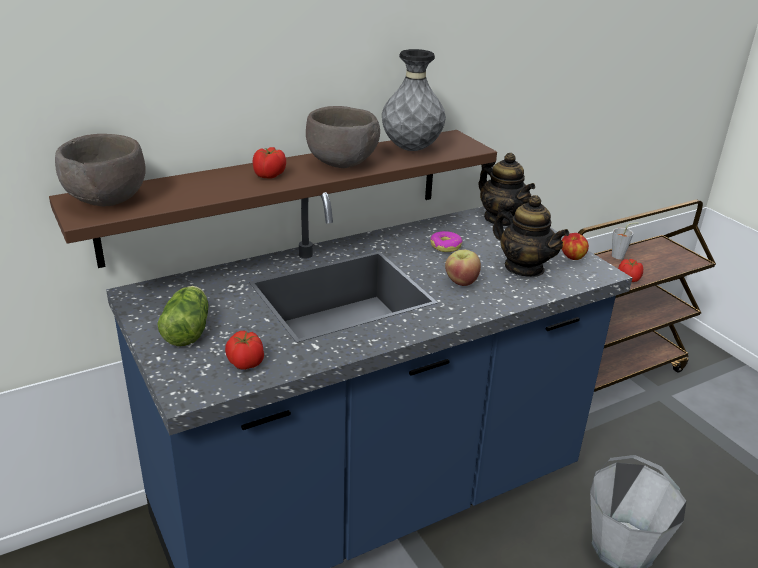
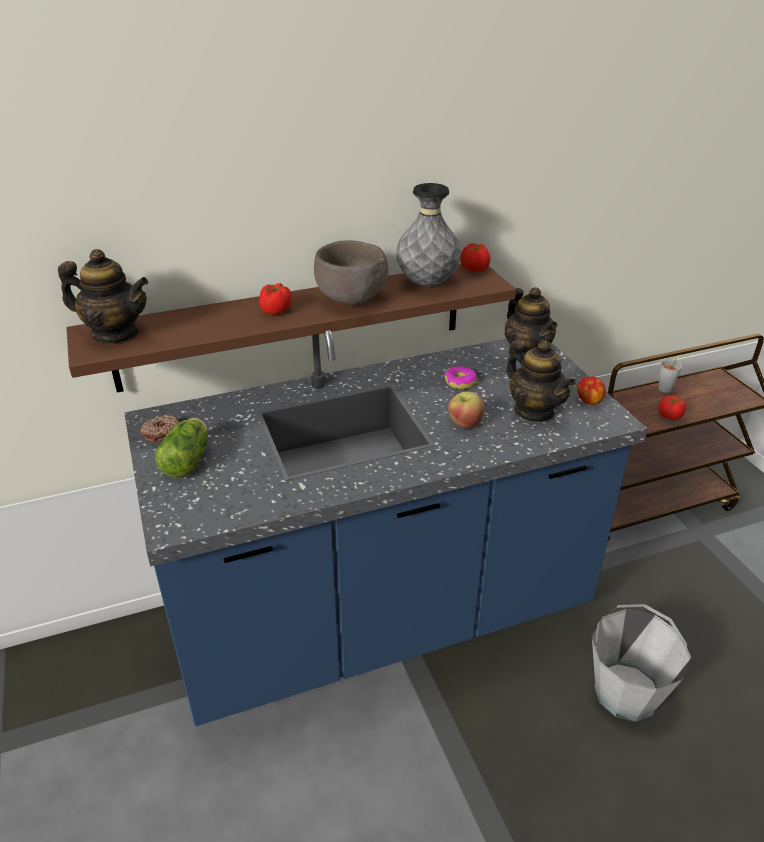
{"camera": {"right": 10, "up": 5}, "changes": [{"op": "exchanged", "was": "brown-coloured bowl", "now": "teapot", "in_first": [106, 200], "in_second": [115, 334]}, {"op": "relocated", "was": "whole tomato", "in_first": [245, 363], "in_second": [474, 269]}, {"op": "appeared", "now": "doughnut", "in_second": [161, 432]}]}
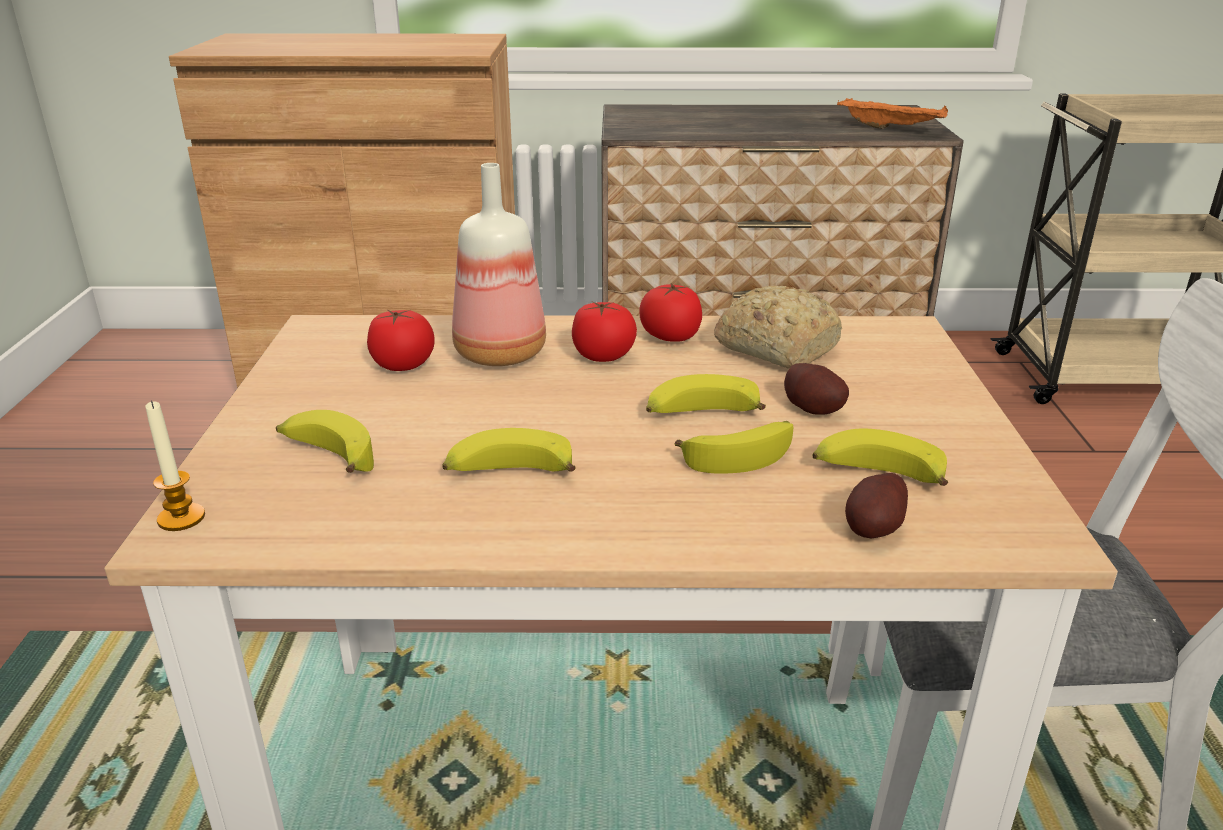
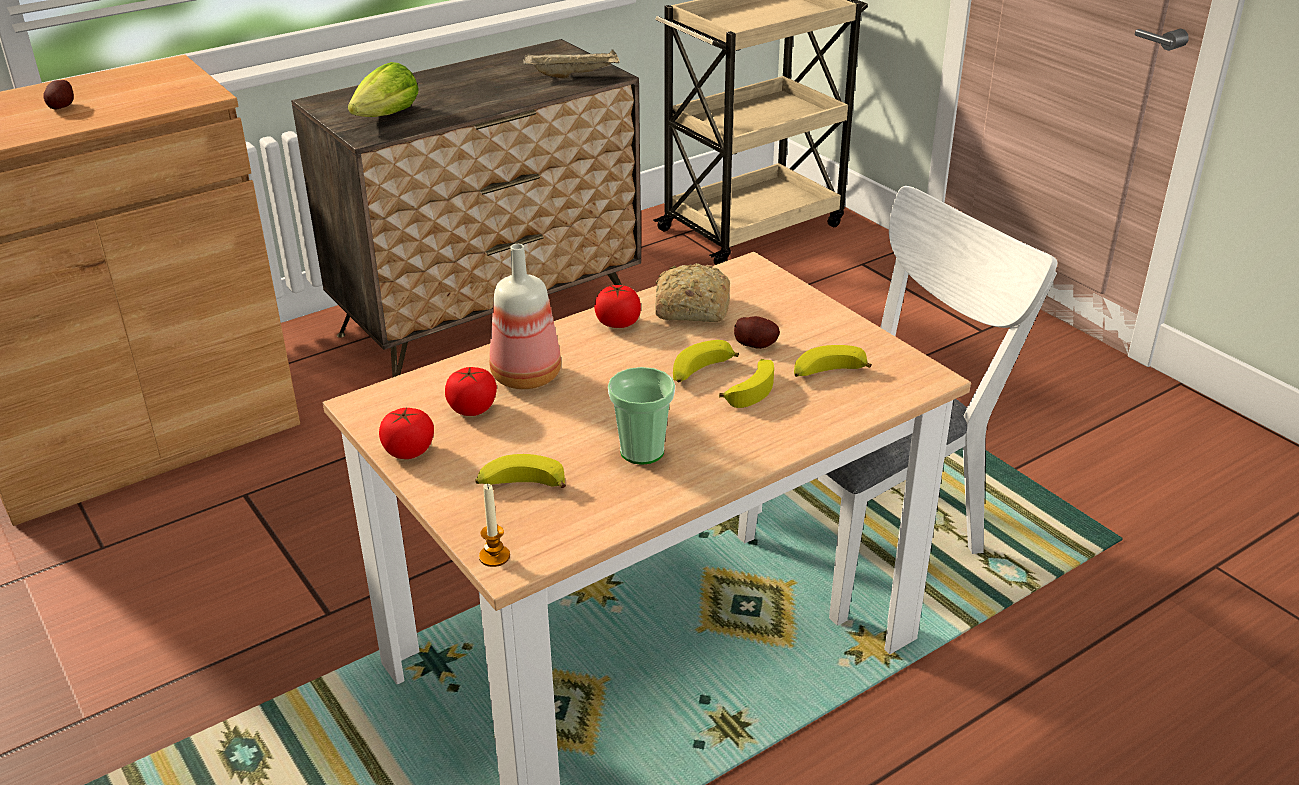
{"camera": {"right": -35, "up": 5}, "changes": [{"op": "colour", "was": "orange-coloured carrying tray", "now": "sand-coloured carrying tray", "in_first": [892, 128], "in_second": [574, 75]}, {"op": "relocated", "was": "whole tomato", "in_first": [603, 355], "in_second": [409, 451]}, {"op": "exchanged", "was": "whole banana", "now": "cup", "in_first": [508, 473], "in_second": [642, 451]}, {"op": "relocated", "was": "potato", "in_first": [873, 529], "in_second": [62, 107]}, {"op": "appeared", "now": "lettuce head", "in_second": [387, 116]}]}
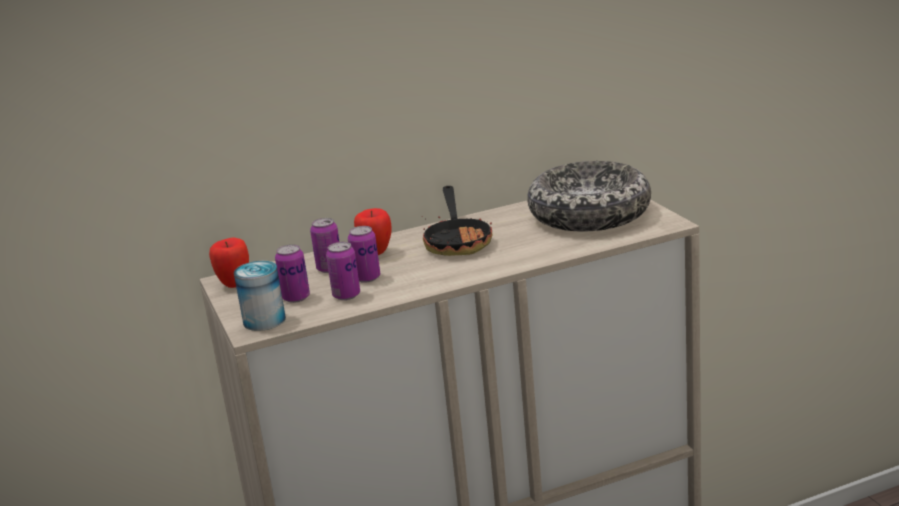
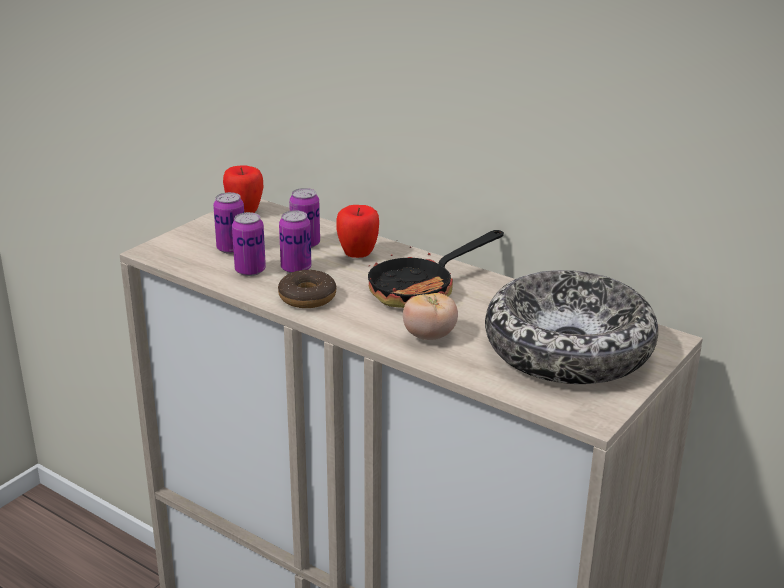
{"camera": {"right": 55, "up": 5}, "changes": [{"op": "missing", "was": "metal can", "in_first": [264, 320]}, {"op": "appeared", "now": "doughnut", "in_second": [307, 297]}, {"op": "appeared", "now": "whole tomato", "in_second": [429, 336]}]}
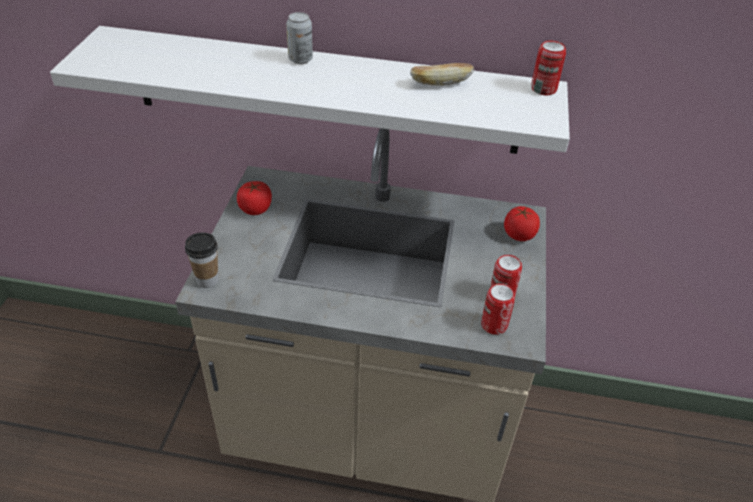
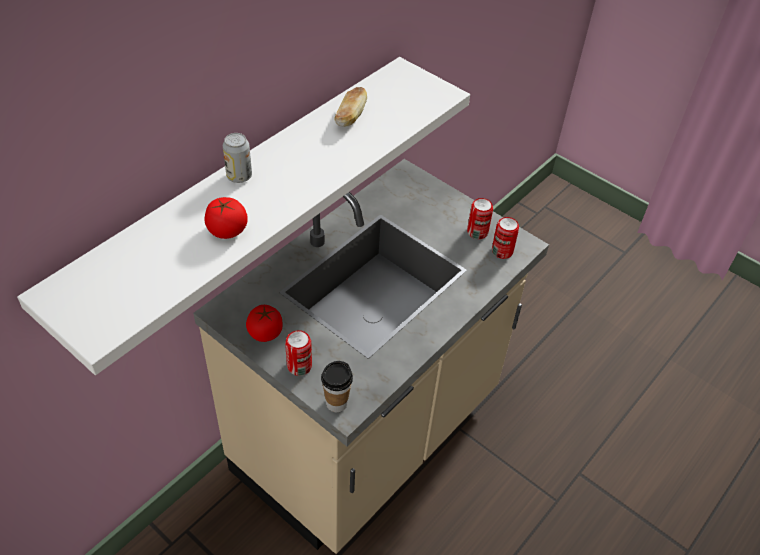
{"camera": {"right": -60, "up": 5}, "changes": [{"op": "relocated", "was": "metal can", "in_first": [543, 89], "in_second": [299, 366]}, {"op": "relocated", "was": "whole tomato", "in_first": [519, 235], "in_second": [227, 230]}]}
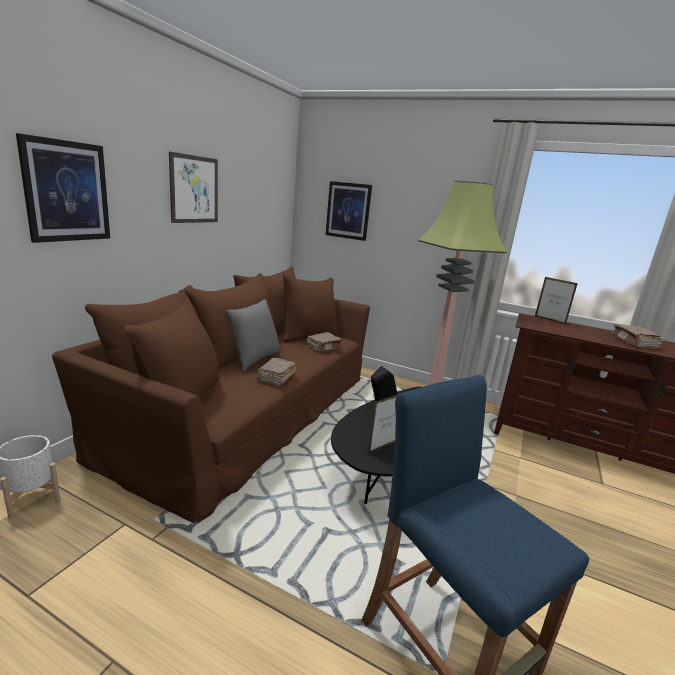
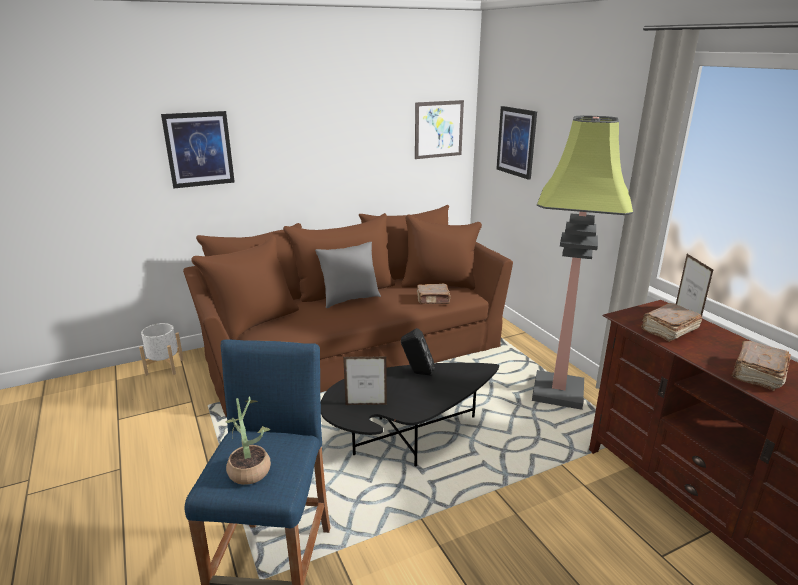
{"camera": {"right": 40, "up": 5}, "changes": [{"op": "relocated", "was": "wall picture", "in_first": [194, 189], "in_second": [438, 129]}, {"op": "relocated", "was": "brown-coloured book", "in_first": [276, 378], "in_second": [668, 330]}, {"op": "appeared", "now": "plant in a pot", "in_second": [249, 468]}]}
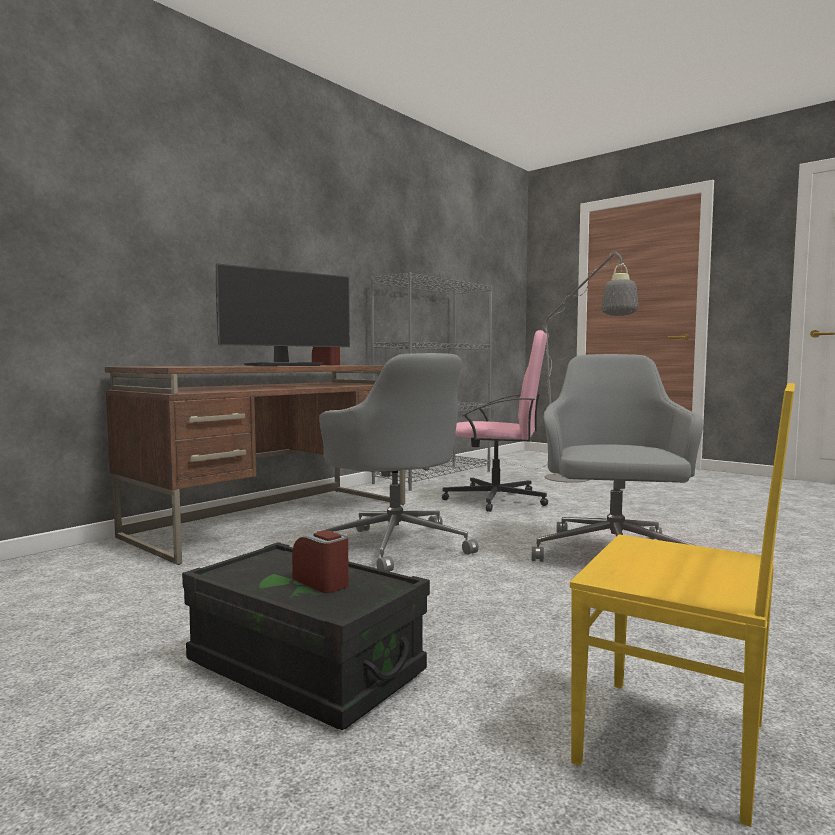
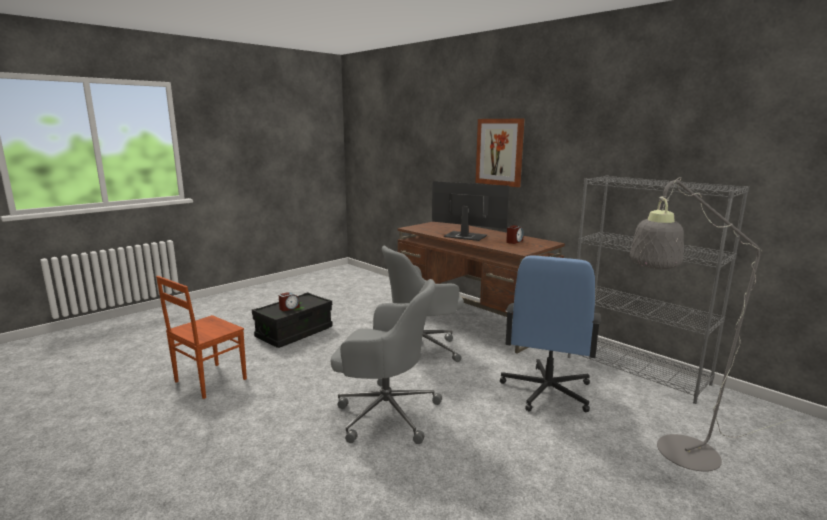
{"camera": {"right": 95, "up": 10}, "changes": [{"op": "spun", "was": "computer screen", "in_first": [285, 365], "in_second": [464, 236], "clockwise": 150}, {"op": "colour", "was": "pink desk chair", "now": "blue desk chair", "in_first": [497, 499], "in_second": [546, 391]}, {"op": "colour", "was": "yellow chair", "now": "brown-coloured chair", "in_first": [675, 745], "in_second": [209, 380]}, {"op": "appeared", "now": "wall picture", "in_second": [499, 152]}]}
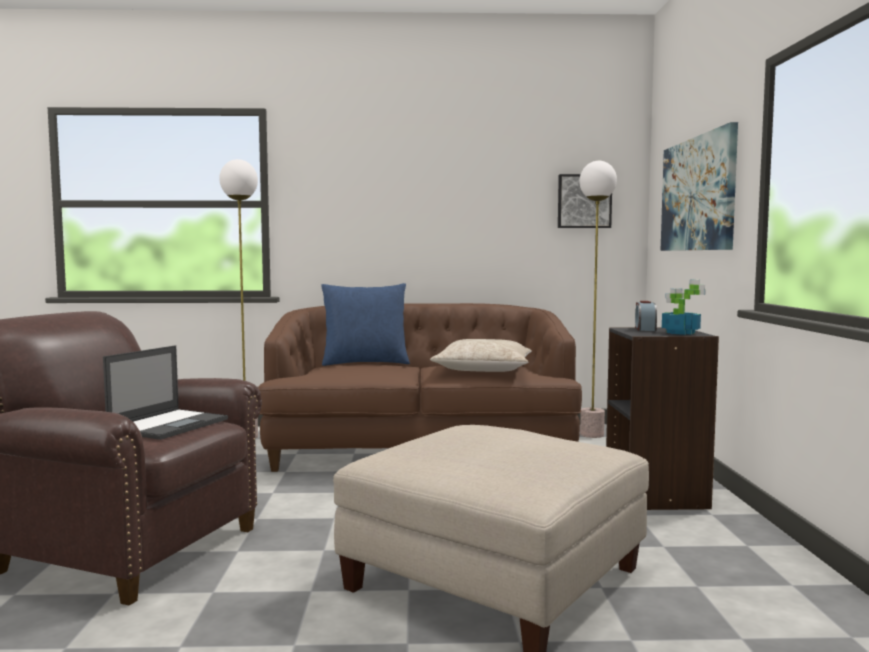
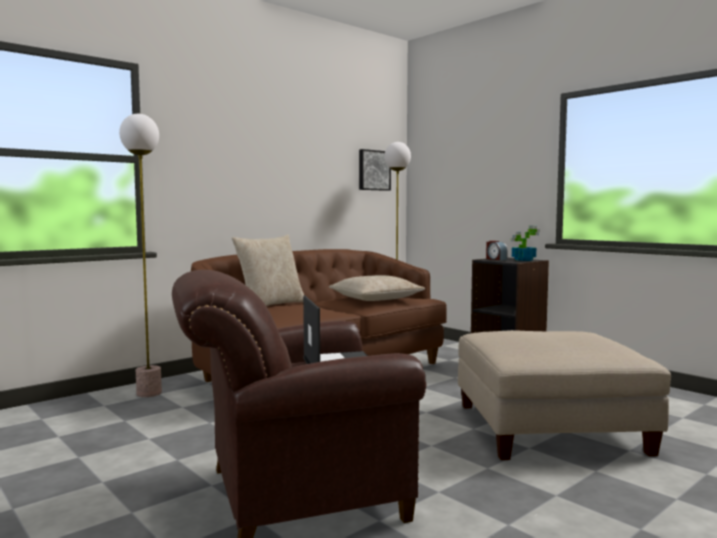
{"camera": {"right": -40, "up": 0}, "changes": [{"op": "missing", "was": "wall picture", "in_first": [697, 194]}, {"op": "colour", "was": "blue cushion", "now": "sand-coloured cushion", "in_first": [365, 363], "in_second": [270, 305]}]}
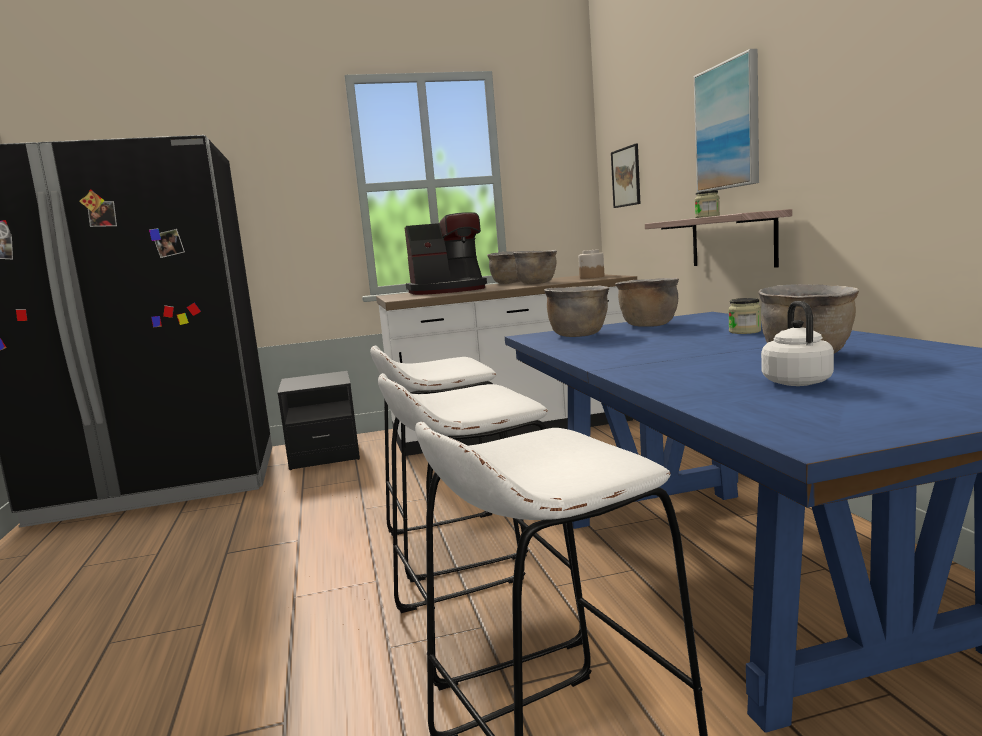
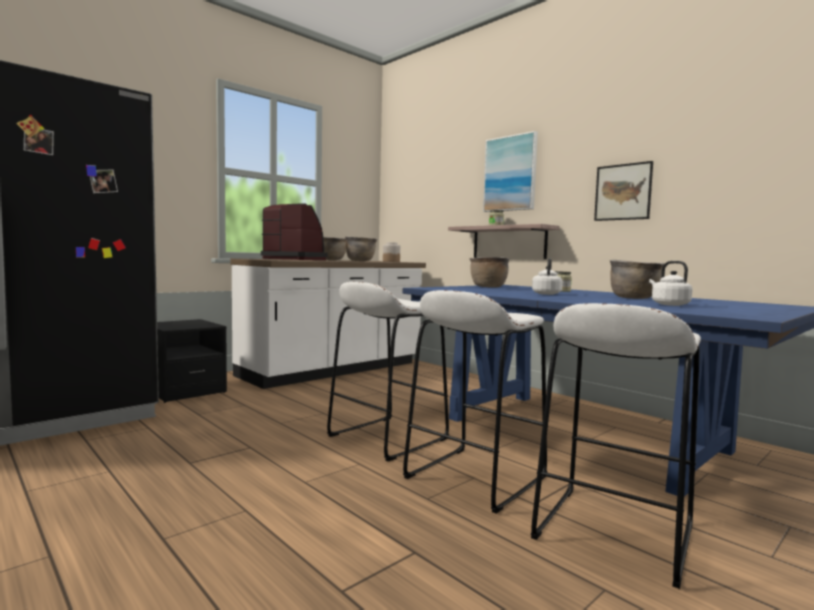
{"camera": {"right": -30, "up": -5}, "changes": [{"op": "relocated", "was": "wall picture", "in_first": [626, 177], "in_second": [623, 192]}, {"op": "spun", "was": "coffee maker", "in_first": [448, 290], "in_second": [296, 259], "clockwise": -105}, {"op": "missing", "was": "brown-coloured saucepot", "in_first": [578, 335]}, {"op": "appeared", "now": "white water kettle", "in_second": [546, 294]}]}
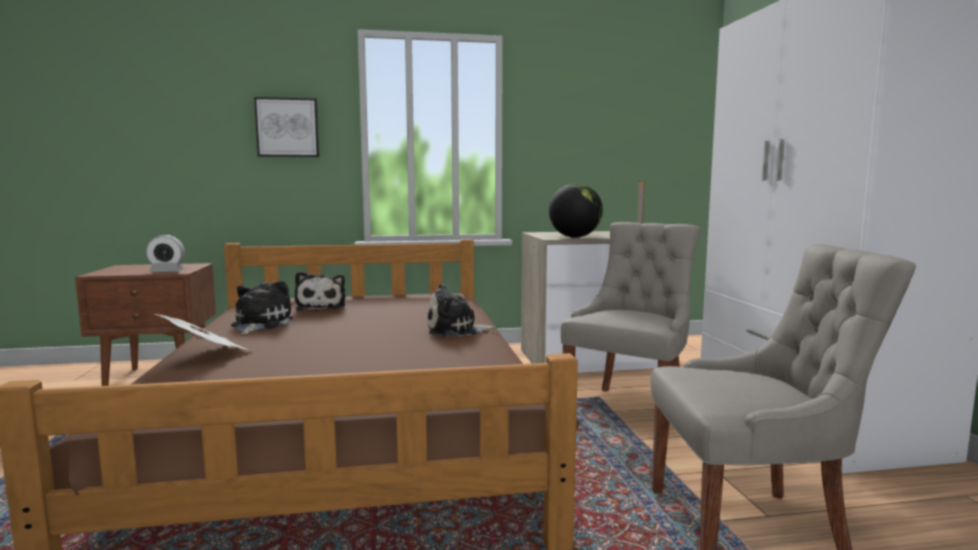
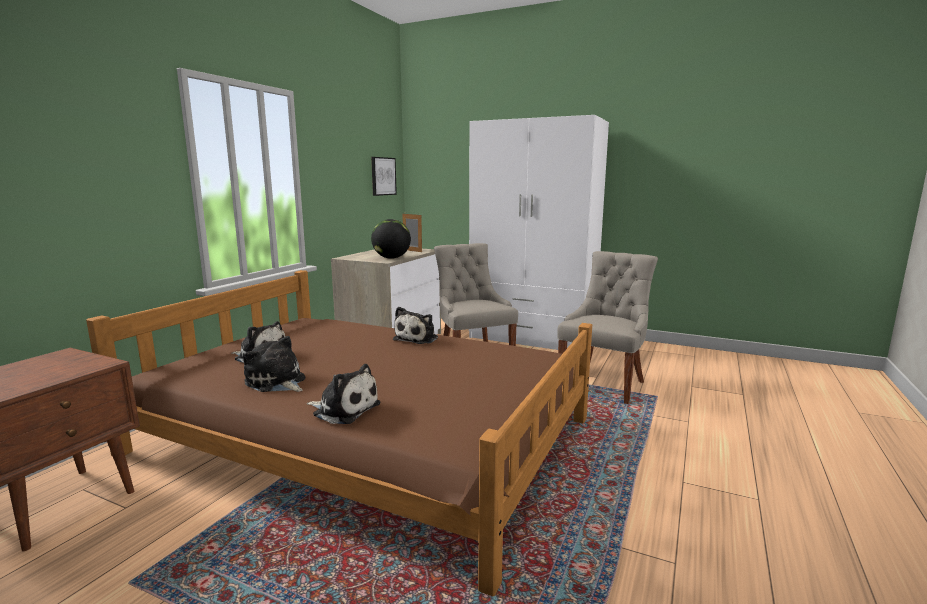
{"camera": {"right": -55, "up": 5}, "changes": [{"op": "relocated", "was": "wall picture", "in_first": [287, 127], "in_second": [383, 176]}, {"op": "missing", "was": "table clock", "in_first": [167, 271]}, {"op": "exchanged", "was": "newspaper", "now": "plush toy", "in_first": [206, 355], "in_second": [344, 409]}]}
